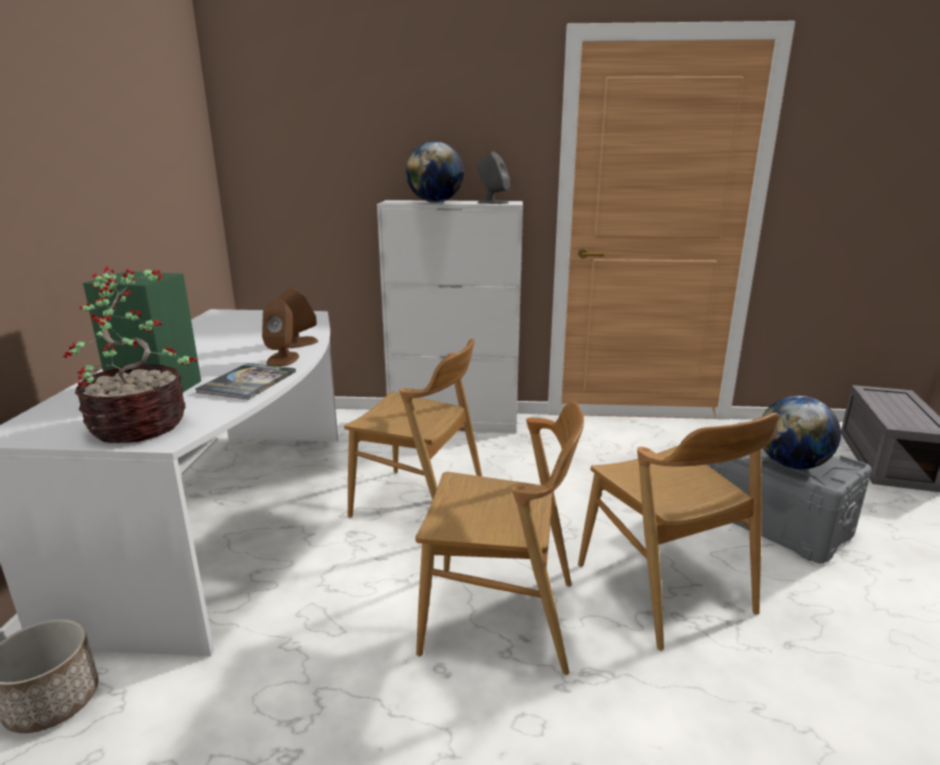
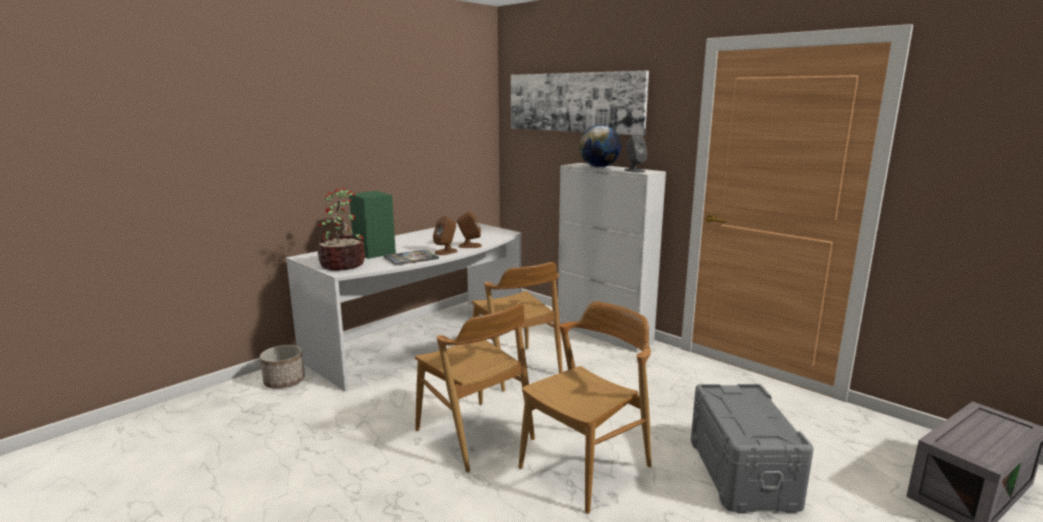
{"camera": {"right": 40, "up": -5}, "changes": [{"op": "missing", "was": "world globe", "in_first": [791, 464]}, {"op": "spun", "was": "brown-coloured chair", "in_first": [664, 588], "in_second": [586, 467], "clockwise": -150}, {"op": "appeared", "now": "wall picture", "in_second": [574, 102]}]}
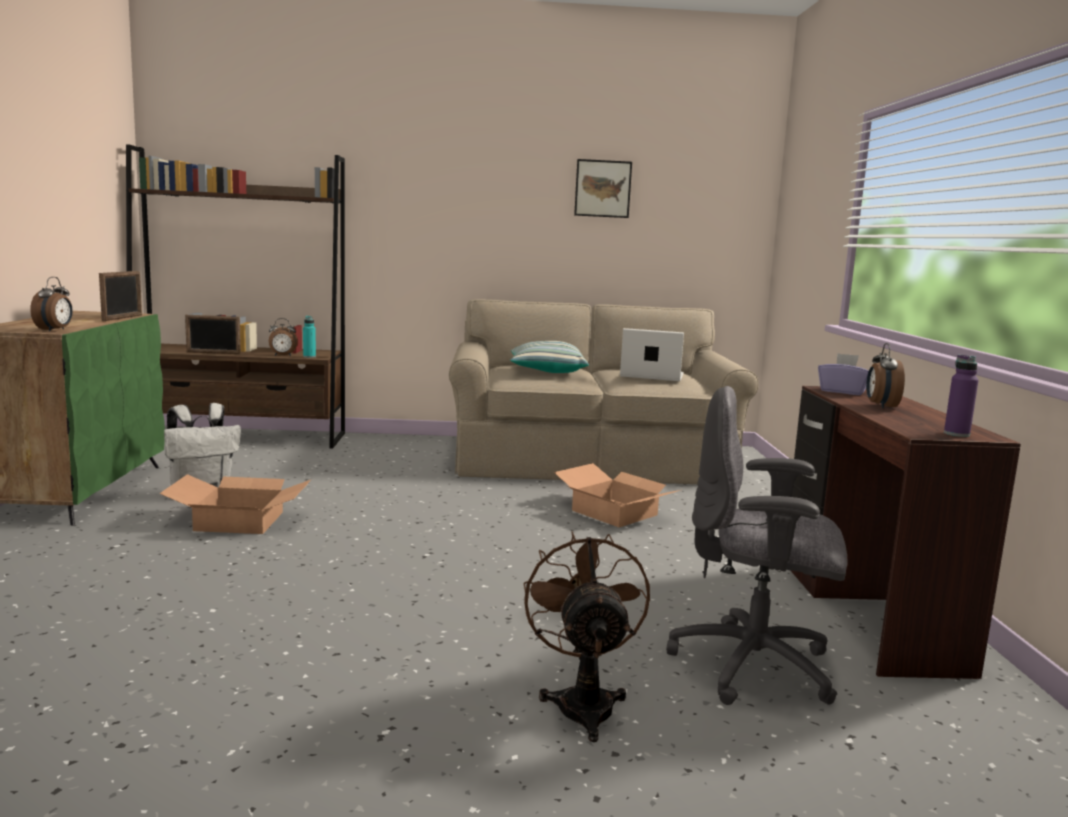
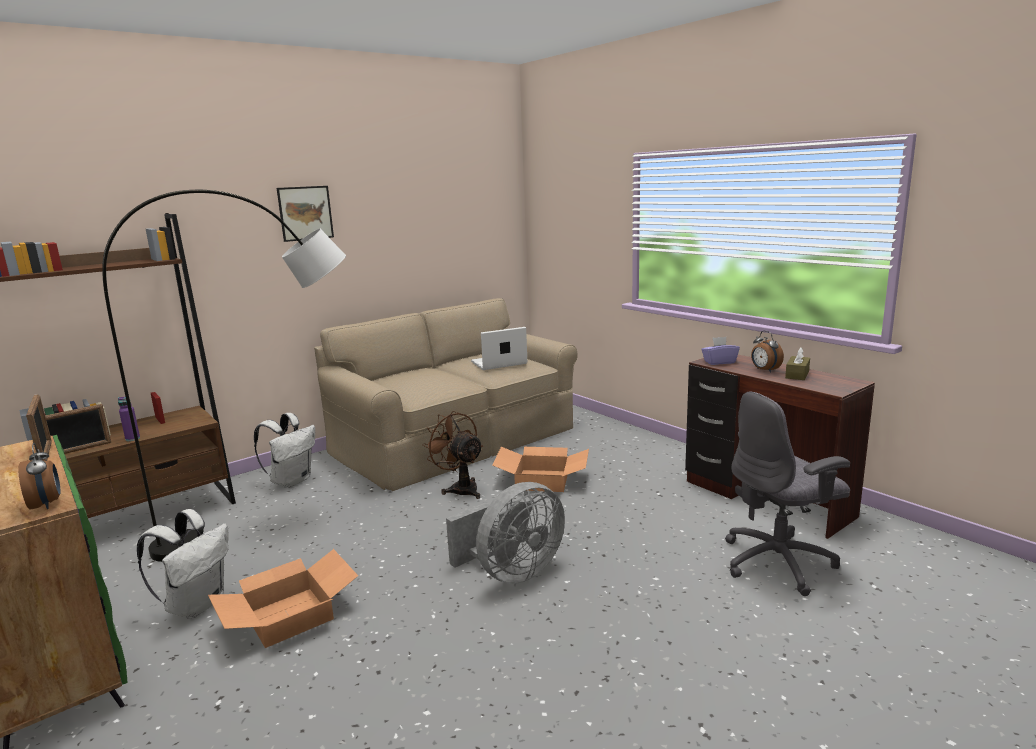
{"camera": {"right": -35, "up": 5}, "changes": [{"op": "relocated", "was": "wall picture", "in_first": [603, 188], "in_second": [305, 213]}, {"op": "missing", "was": "blue-green bottle", "in_first": [309, 357]}, {"op": "missing", "was": "table clock", "in_first": [282, 355]}, {"op": "missing", "was": "cushion", "in_first": [546, 371]}, {"op": "relocated", "was": "purple-coloured bottle", "in_first": [956, 434], "in_second": [132, 438]}, {"op": "relocated", "was": "brown-coloured fan", "in_first": [583, 702], "in_second": [460, 488]}, {"op": "appeared", "now": "grey standing lamp", "in_second": [274, 525]}, {"op": "appeared", "now": "brown-coloured tissue holder", "in_second": [797, 374]}, {"op": "appeared", "now": "white rucksack", "in_second": [291, 480]}, {"op": "appeared", "now": "grey fan", "in_second": [512, 573]}]}
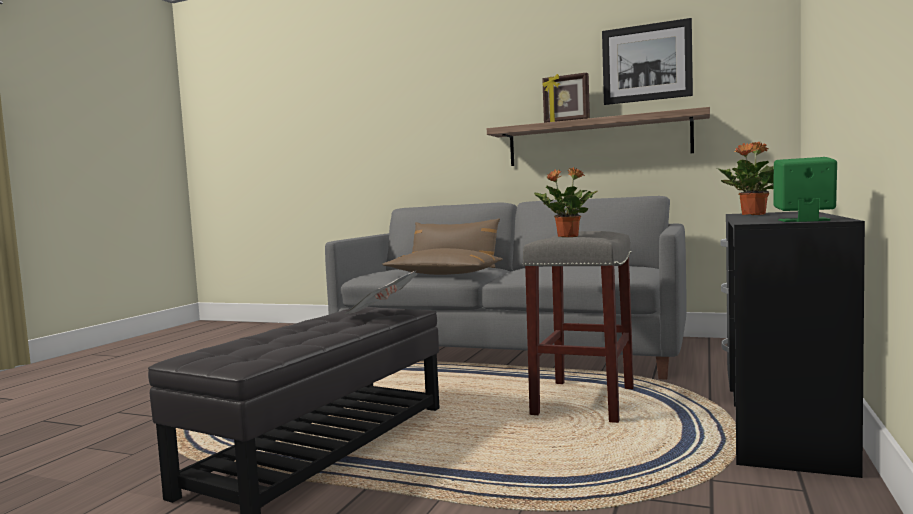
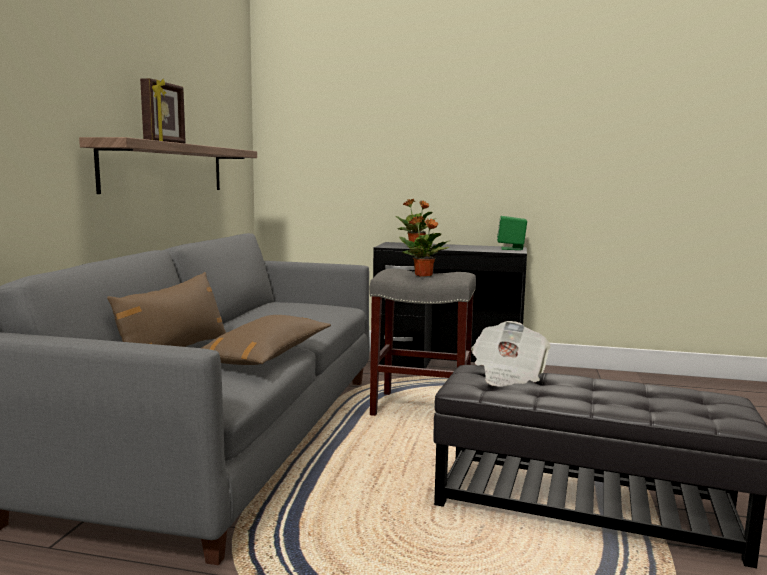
{"camera": {"right": -100, "up": 5}, "changes": [{"op": "missing", "was": "wall picture", "in_first": [646, 63]}]}
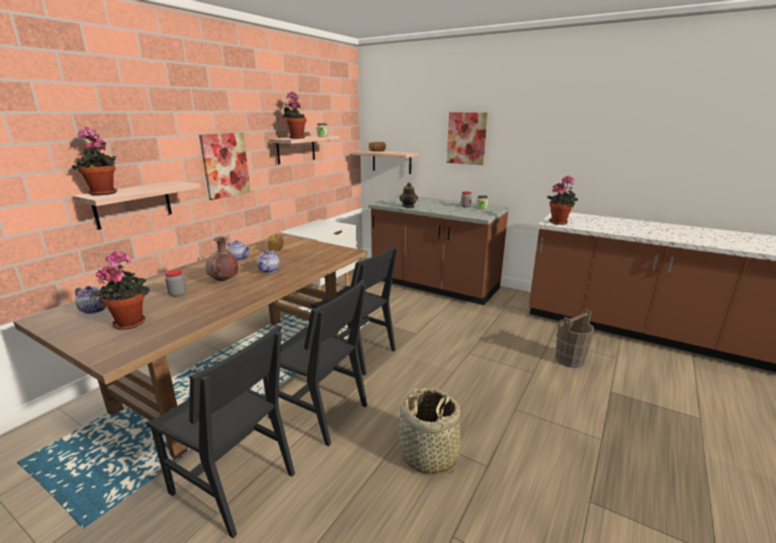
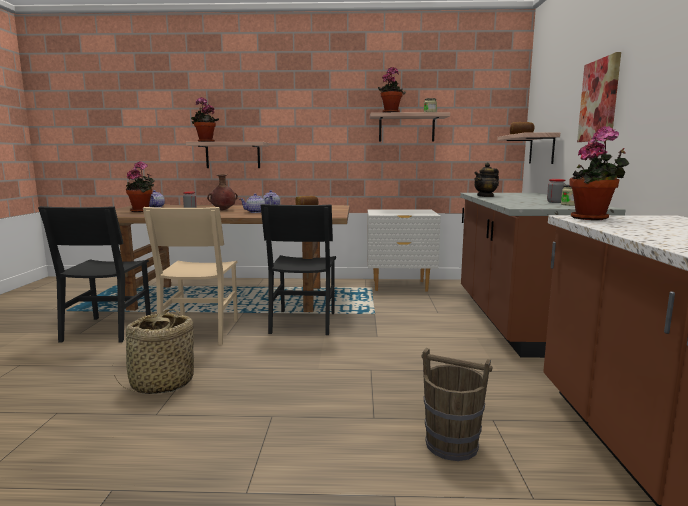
{"camera": {"right": 60, "up": -10}, "changes": [{"op": "missing", "was": "wall picture", "in_first": [225, 165]}, {"op": "colour", "was": "black-coloured chair", "now": "sand-coloured chair", "in_first": [318, 411], "in_second": [200, 331]}]}
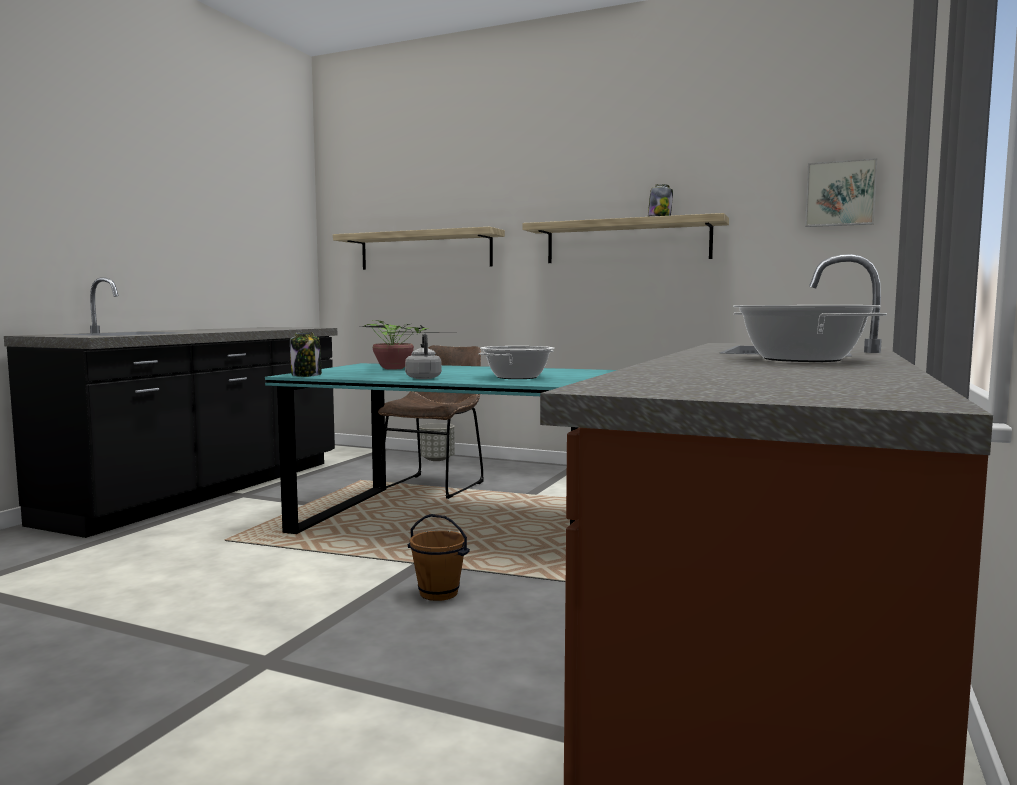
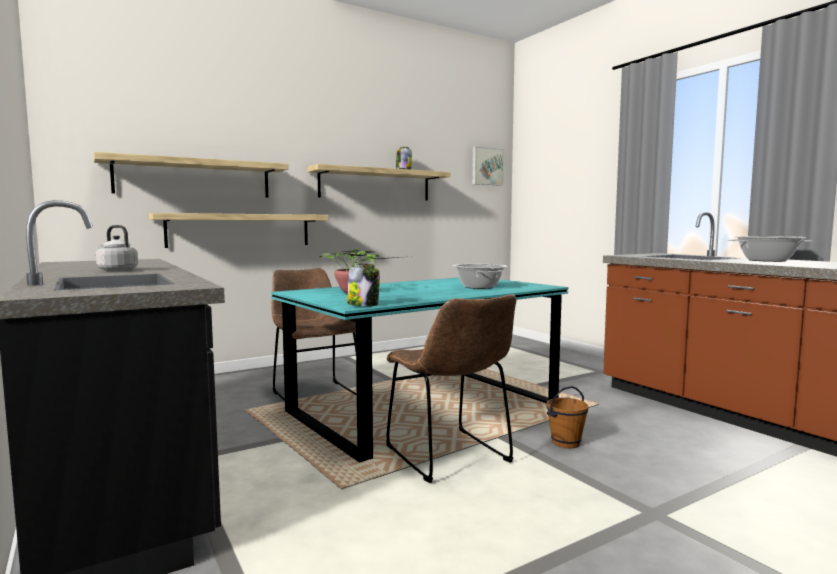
{"camera": {"right": -55, "up": 0}, "changes": [{"op": "relocated", "was": "grey water kettle", "in_first": [423, 378], "in_second": [116, 270]}, {"op": "missing", "was": "grey flower pot", "in_first": [437, 459]}, {"op": "appeared", "now": "bracket shelf", "in_second": [240, 230]}, {"op": "appeared", "now": "brown-coloured chair", "in_second": [451, 457]}]}
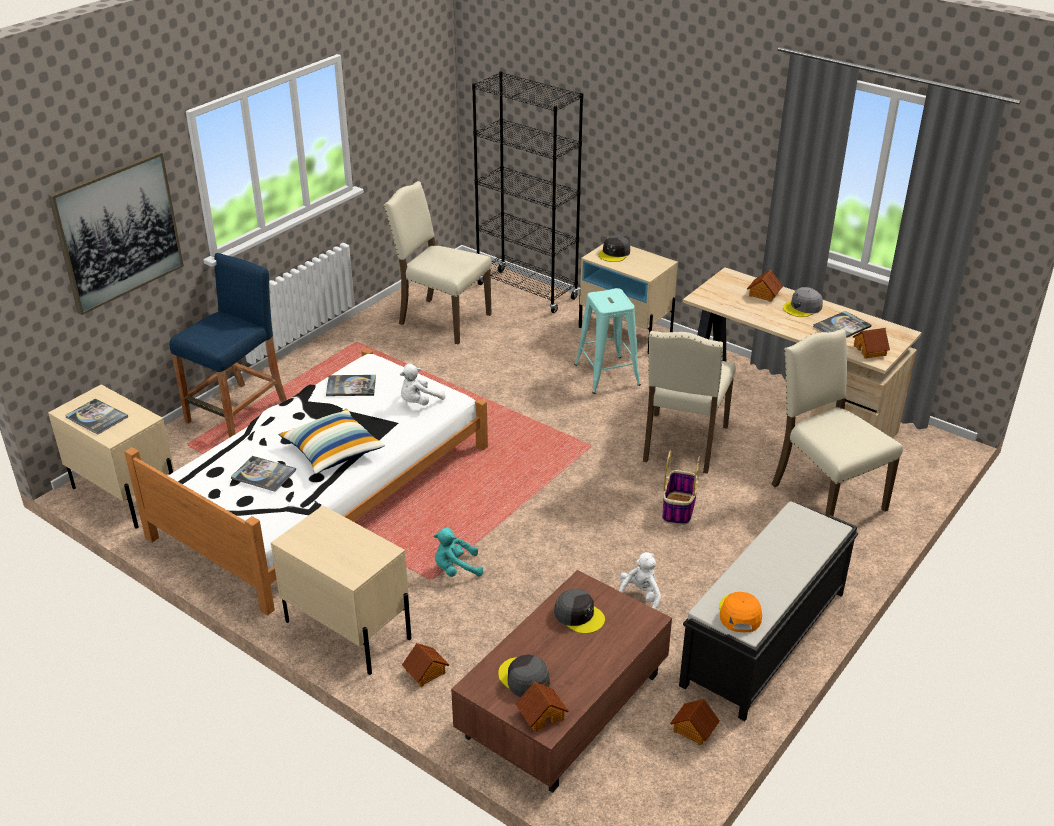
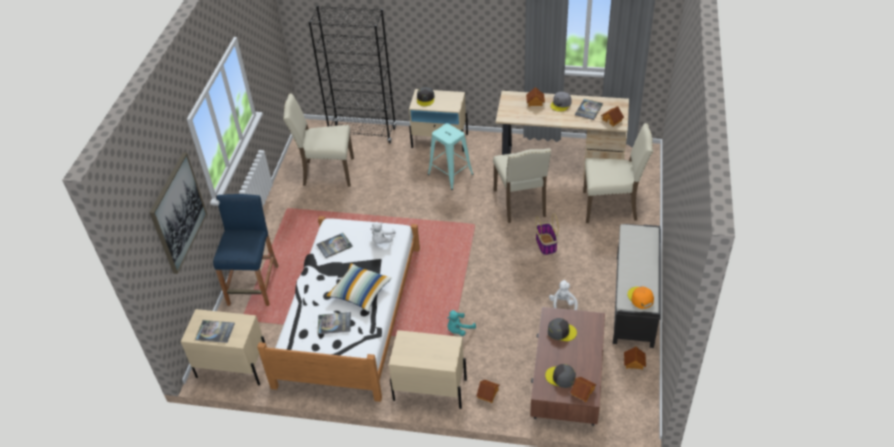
{"camera": {"right": -25, "up": 10}, "changes": [{"op": "spun", "was": "sand-coloured chair", "in_first": [824, 496], "in_second": [611, 206], "clockwise": 150}]}
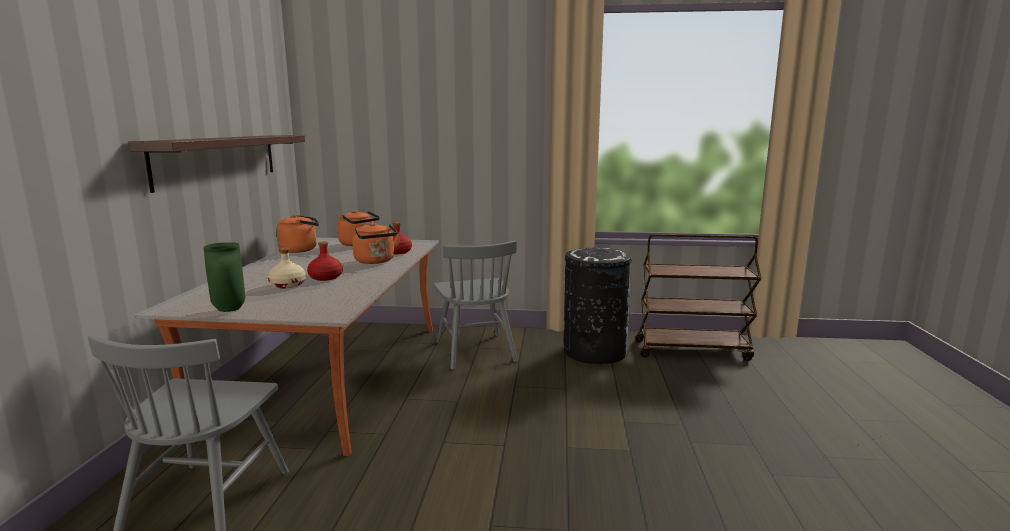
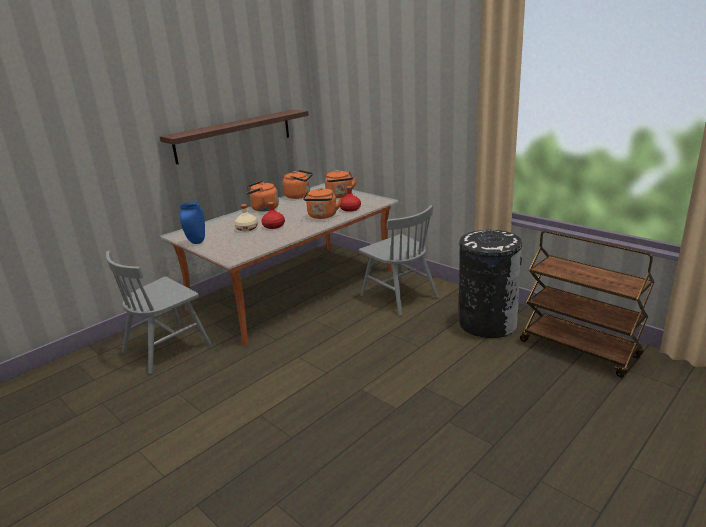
{"camera": {"right": 40, "up": 10}, "changes": [{"op": "spun", "was": "grey chair", "in_first": [475, 351], "in_second": [399, 296], "clockwise": -60}, {"op": "colour", "was": "green decorative vase", "now": "blue decorative vase", "in_first": [230, 309], "in_second": [197, 242]}, {"op": "appeared", "now": "orange-coloured water kettle", "in_second": [263, 209]}]}
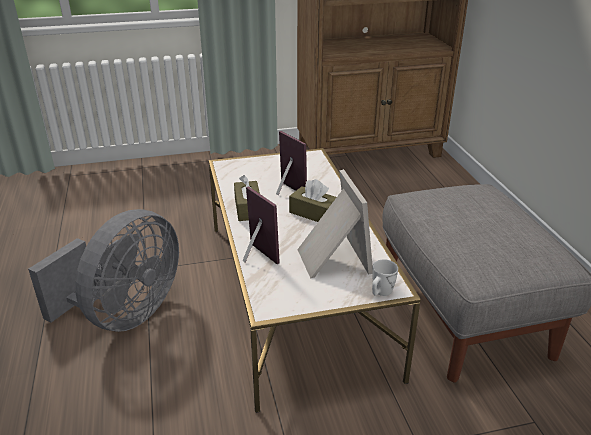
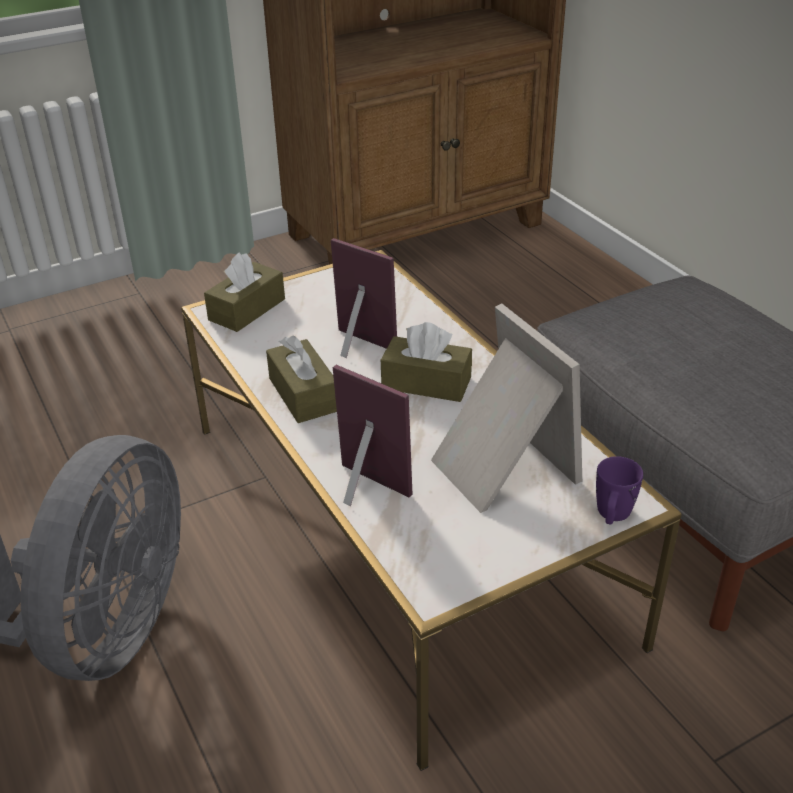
{"camera": {"right": -15, "up": 5}, "changes": [{"op": "colour", "was": "white coffee mug", "now": "purple-coloured coffee mug", "in_first": [380, 292], "in_second": [612, 515]}, {"op": "appeared", "now": "brown-coloured tissue holder", "in_second": [247, 309]}]}
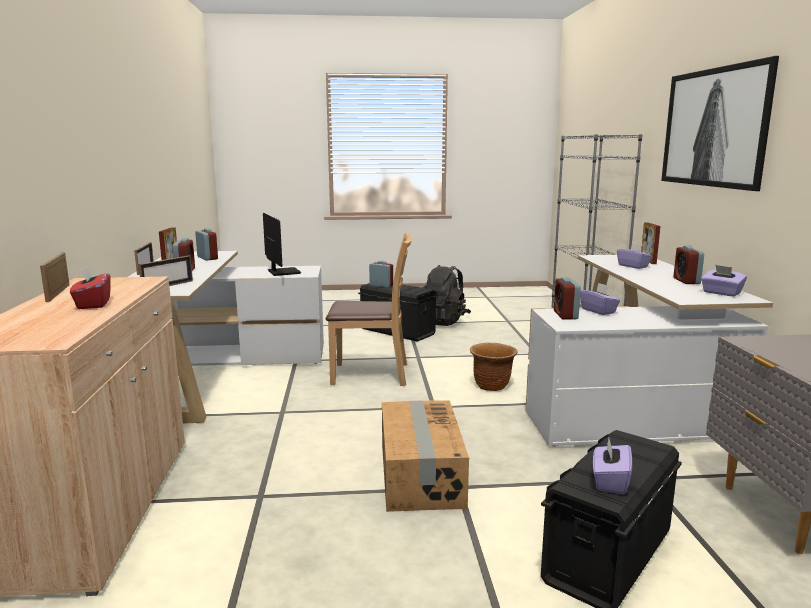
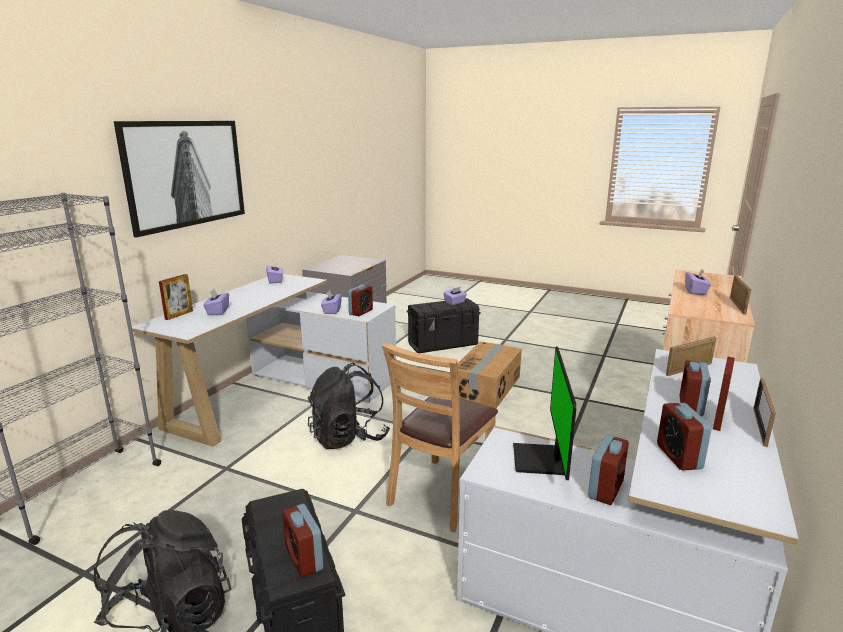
{"camera": {"right": -150, "up": 5}, "changes": [{"op": "spun", "was": "brown-coloured chair", "in_first": [371, 374], "in_second": [441, 493], "clockwise": -90}, {"op": "relocated", "was": "table clock", "in_first": [686, 281], "in_second": [605, 489]}, {"op": "colour", "was": "red tissue holder", "now": "purple-coloured tissue holder", "in_first": [93, 304], "in_second": [695, 291]}, {"op": "exchanged", "was": "brown-coloured flower pot", "now": "black-coloured rucksack", "in_first": [491, 386], "in_second": [348, 437]}]}
